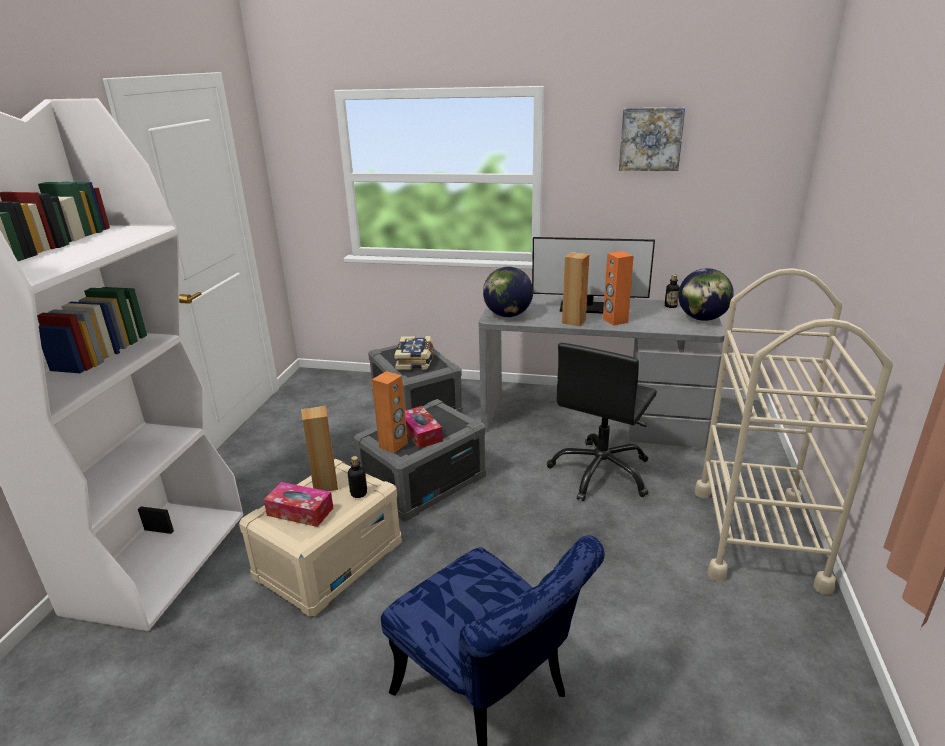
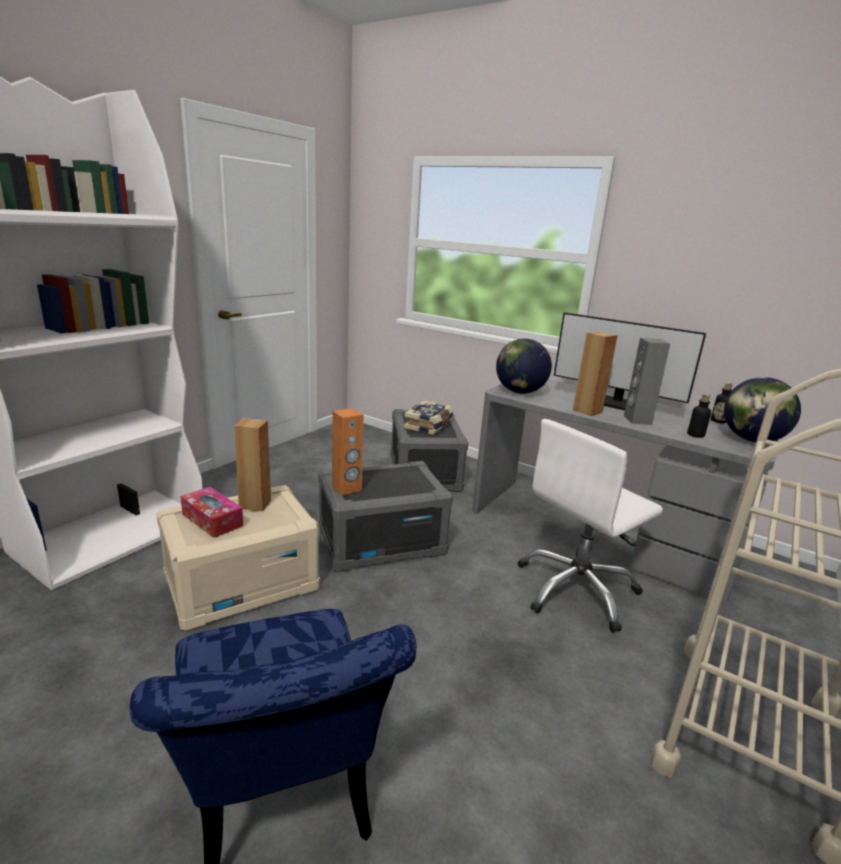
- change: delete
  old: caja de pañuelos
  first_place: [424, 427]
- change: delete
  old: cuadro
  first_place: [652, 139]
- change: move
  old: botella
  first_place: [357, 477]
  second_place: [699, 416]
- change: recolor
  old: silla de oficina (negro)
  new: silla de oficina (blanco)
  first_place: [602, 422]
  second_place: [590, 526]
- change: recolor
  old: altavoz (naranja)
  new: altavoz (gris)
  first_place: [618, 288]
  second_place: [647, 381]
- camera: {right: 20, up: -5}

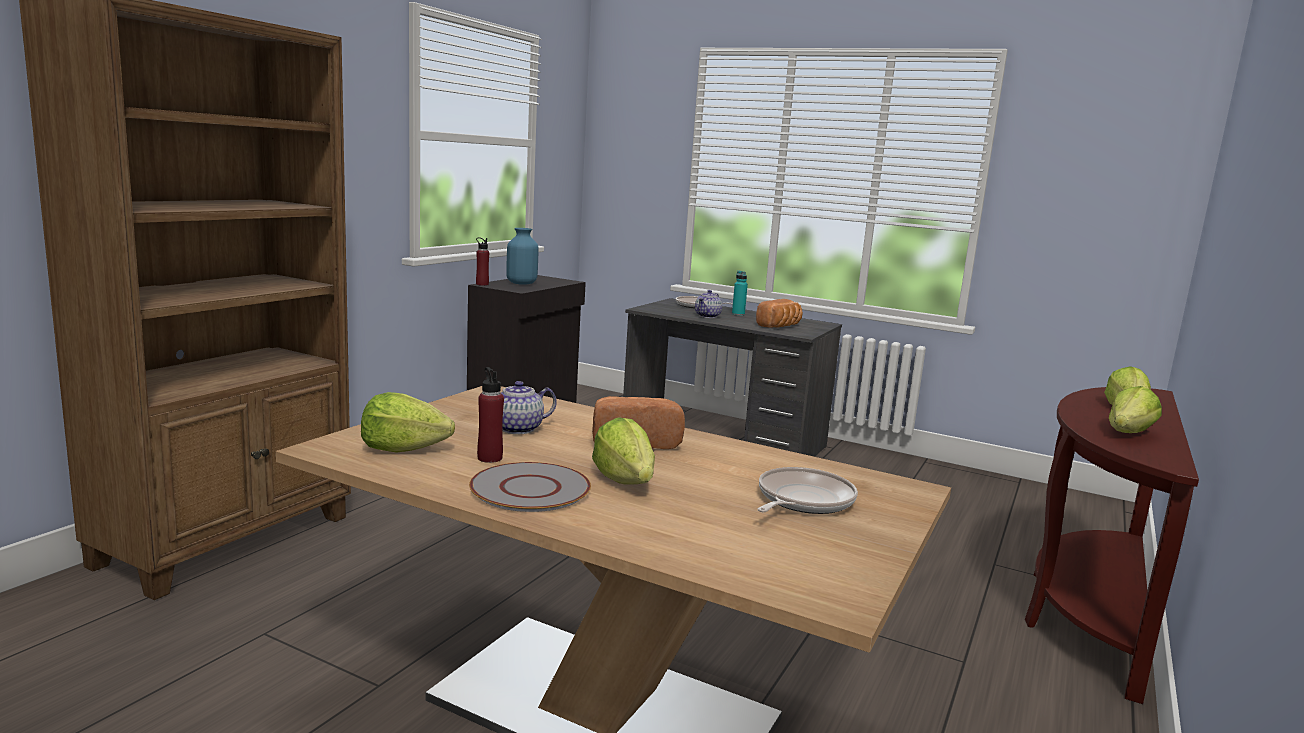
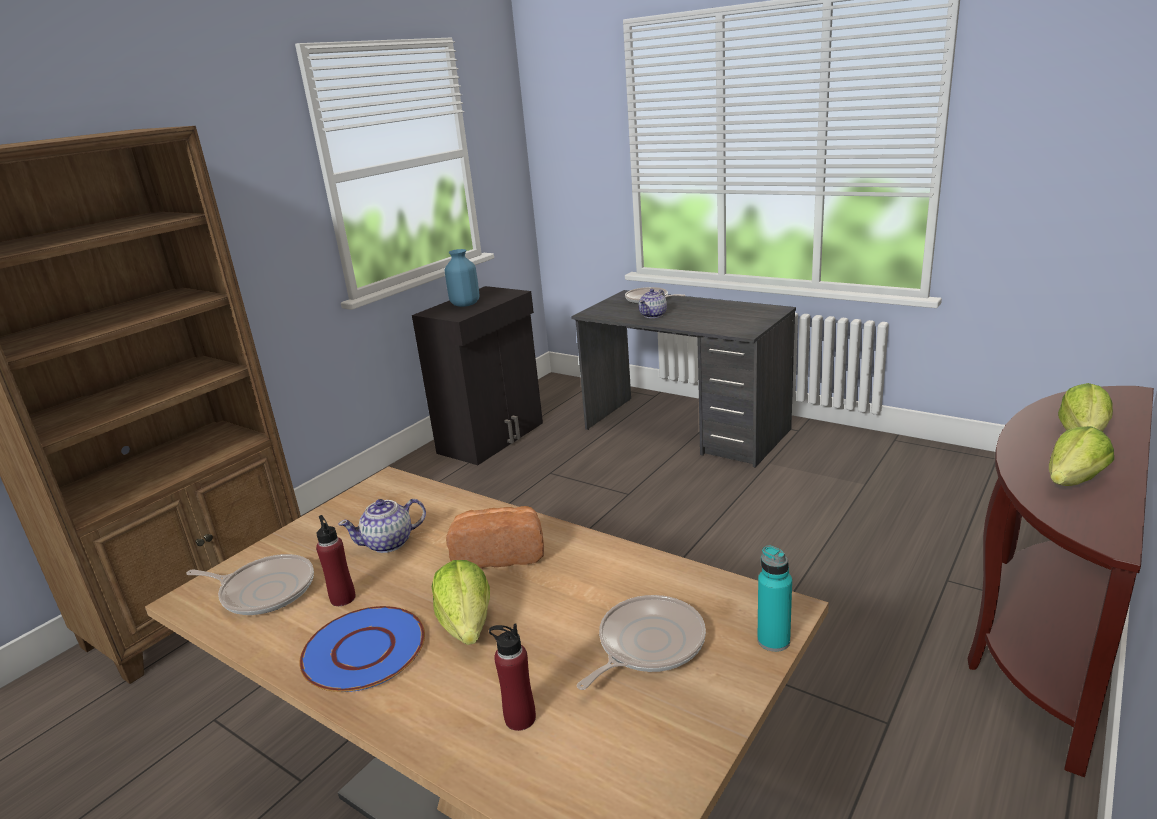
- change: delete
  old: pan
  first_place: [779, 313]
- change: move
  old: botella (rojo)
  first_place: [482, 261]
  second_place: [512, 677]
- change: move
  old: botella (turquesa)
  first_place: [740, 293]
  second_place: [774, 598]
- change: replace
  old: lechuga
  new: sartén
  first_place: [408, 422]
  second_place: [250, 584]
- change: recolor
  old: plato (gris)
  new: plato (azul)
  first_place: [530, 487]
  second_place: [362, 649]
- camera: {right: 10, up: 10}

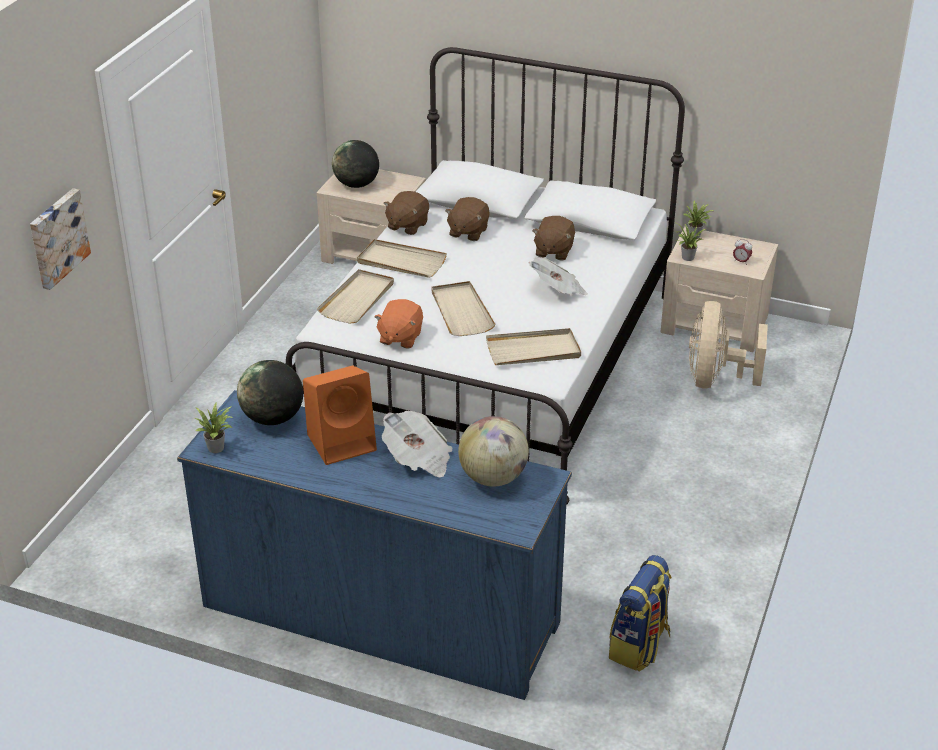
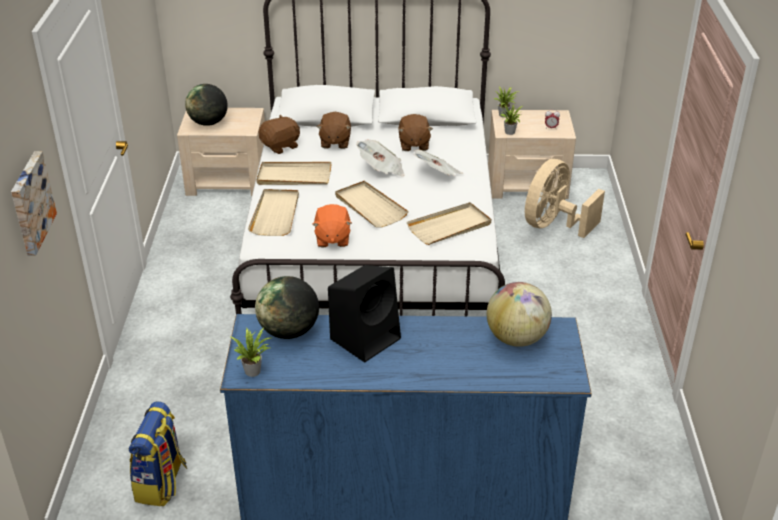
- change: move
  old: periódico
  first_place: [417, 444]
  second_place: [380, 158]
- change: move
  old: mochila
  first_place: [640, 613]
  second_place: [158, 454]
- change: recolor
  old: altavoz (naranja)
  new: altavoz (negro)
  first_place: [340, 415]
  second_place: [364, 314]
- change: rotate
  old: peluche (marrón)
  first_place: [406, 213]
  second_place: [279, 134]
  degrees: -135
- change: rotate
  old: ventilador (beis)
  first_place: [728, 344]
  second_place: [565, 198]
  degrees: 45
- camera: {right: -20, up: 0}

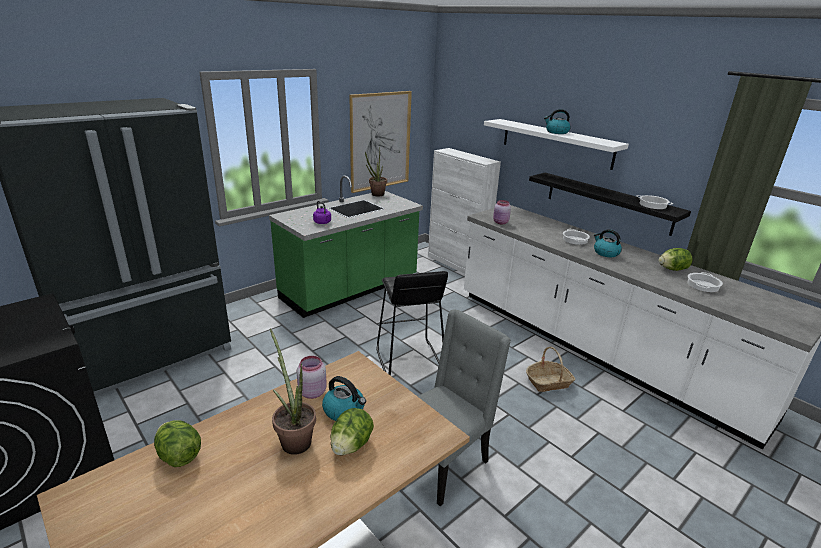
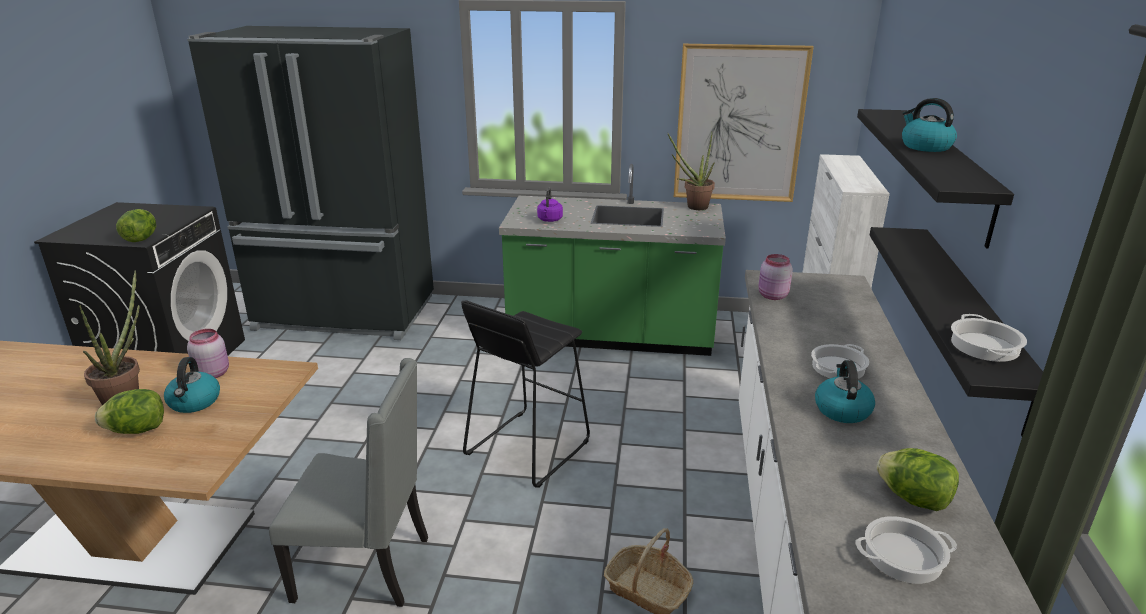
- change: move
  old: lechuga
  first_place: [177, 444]
  second_place: [136, 225]
- change: recolor
  old: estante (blanco)
  new: estante (negro)
  first_place: [556, 144]
  second_place: [935, 179]
- camera: {right: 50, up: 0}

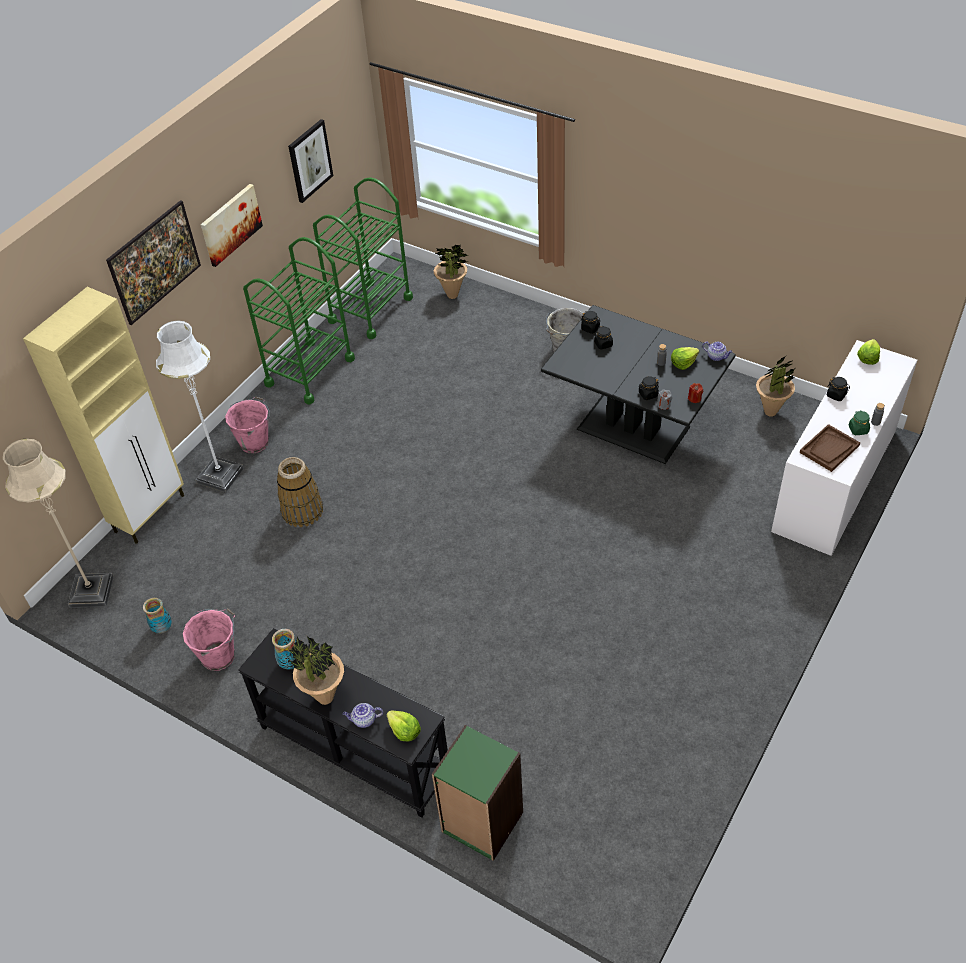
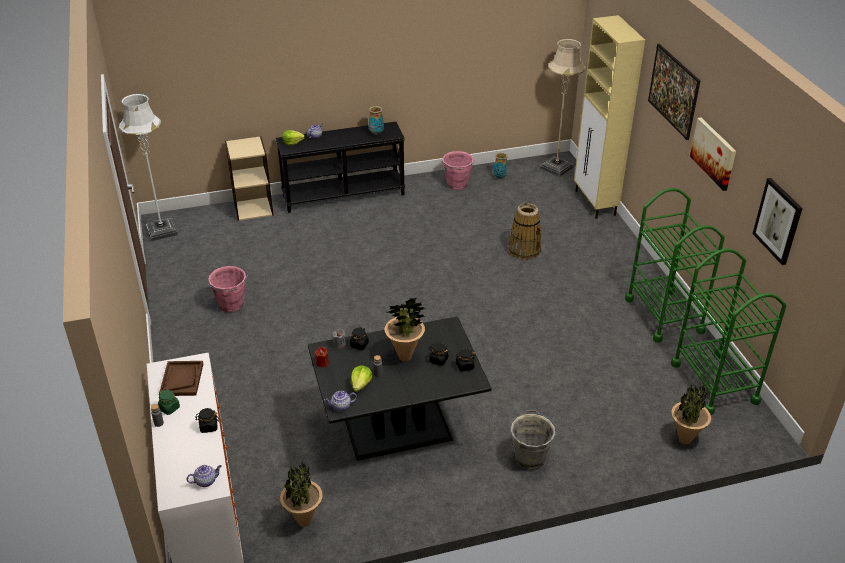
- change: move
  old: lámpara de pie (blanco)
  first_place: [200, 406]
  second_place: [148, 167]
- change: move
  old: cubo (rosa)
  first_place: [247, 425]
  second_place: [228, 289]
- change: move
  old: planta en maceta
  first_place: [316, 670]
  second_place: [405, 329]
- change: replace
  old: lechuga
  new: tetera
  first_place: [868, 352]
  second_place: [204, 476]
- change: recolor
  old: estantería (verde)
  new: estantería (beis)
  first_place: [477, 793]
  second_place: [249, 178]
- camera: {right: 130, up: -10}

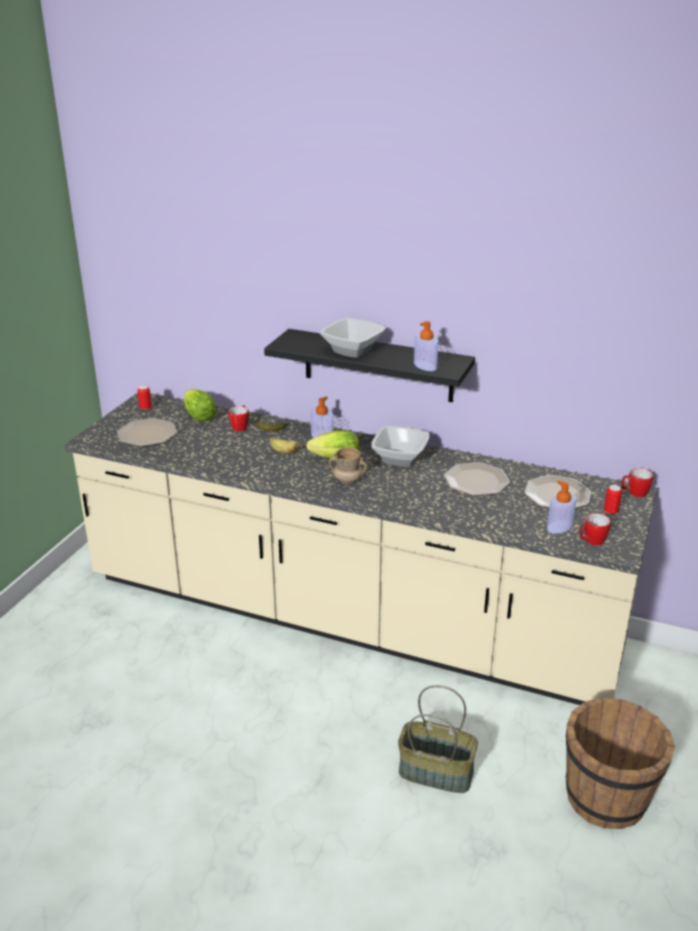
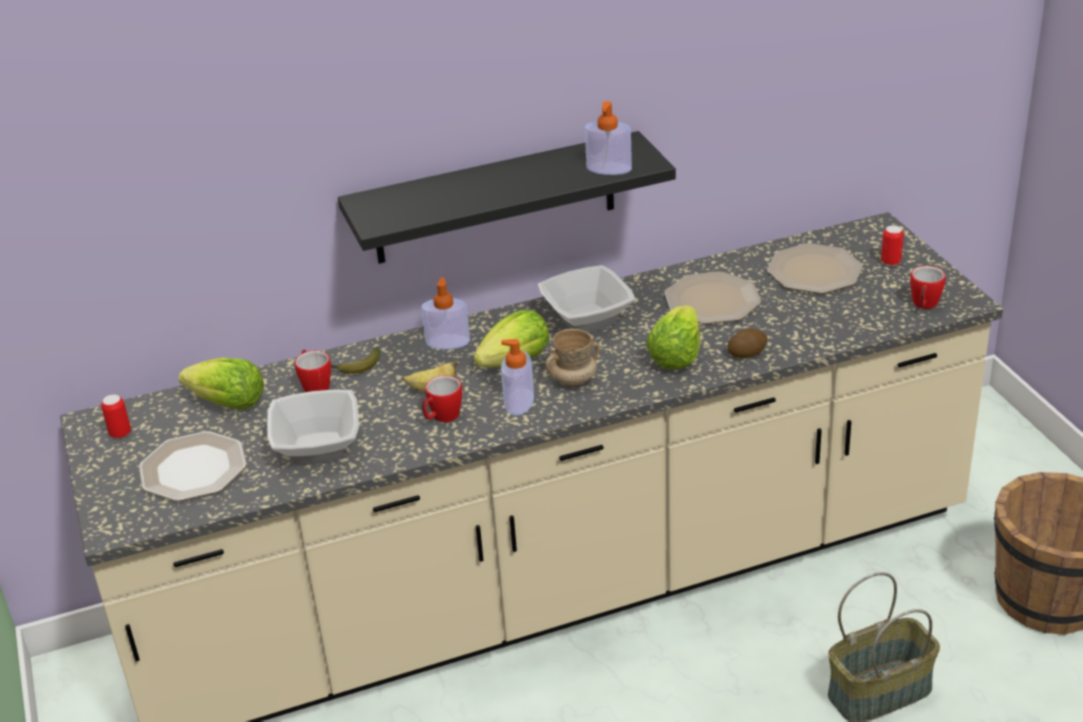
- change: insert
  new: lechuga
  second_place: [673, 337]
- change: insert
  new: patata
  second_place: [747, 343]
- change: move
  old: cuenco
  first_place: [352, 338]
  second_place: [313, 427]
- change: move
  old: dispensador de jabón
  first_place: [561, 507]
  second_place: [517, 377]
- change: move
  old: taza grande
  first_place: [637, 482]
  second_place: [442, 399]
- camera: {right: -40, up: 5}

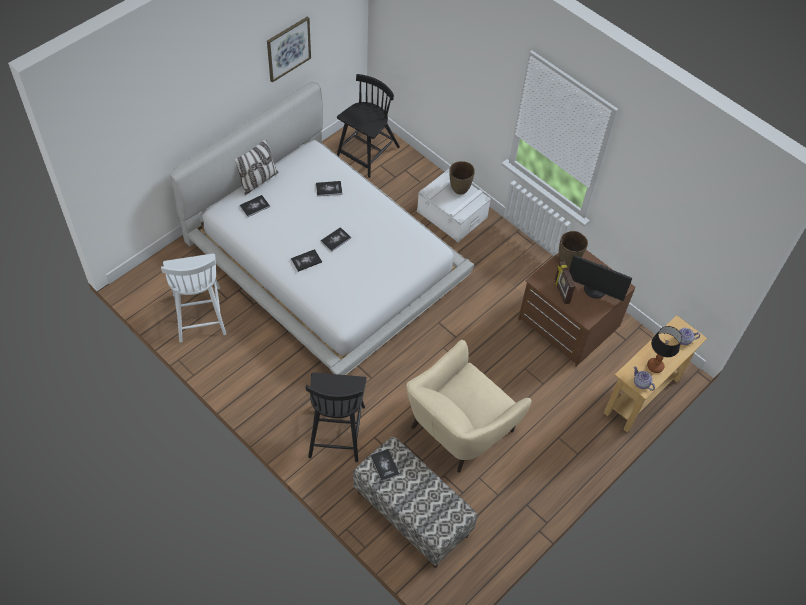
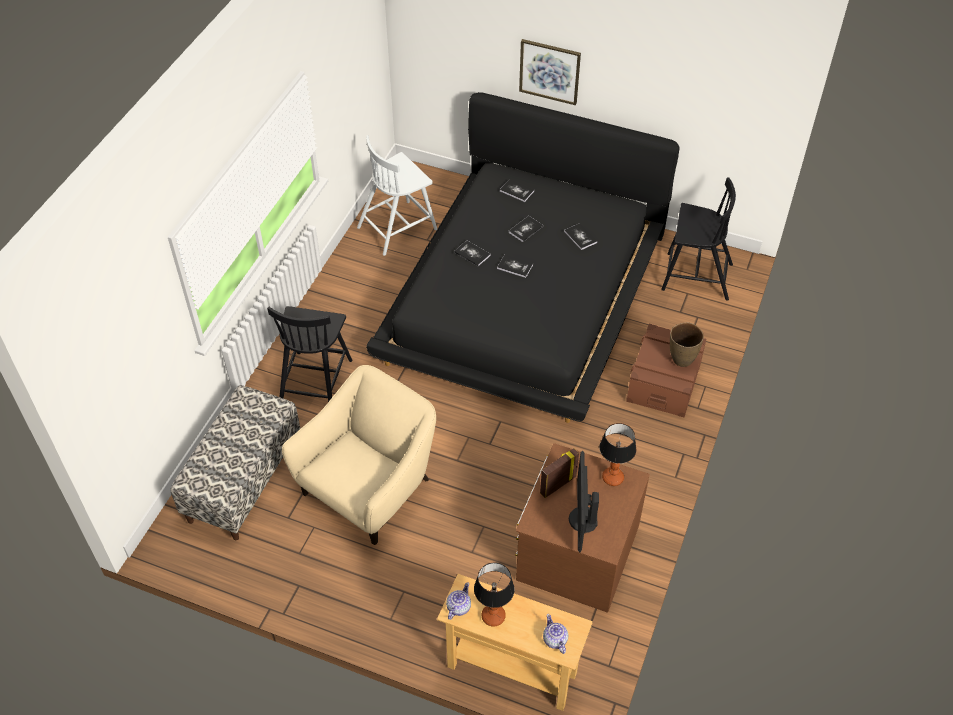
- change: delete
  old: cojín
  first_place: [257, 167]
- change: move
  old: cuadro
  first_place: [289, 49]
  second_place: [550, 72]
- change: move
  old: libro
  first_place: [385, 465]
  second_place: [526, 229]
- change: replace
  old: florero (marrón)
  new: lámpara de mesa
  first_place: [573, 249]
  second_place: [617, 454]
- change: recolor
  old: cama (blanco)
  new: cama (negro)
  first_place: [322, 228]
  second_place: [523, 257]
- change: recolor
  old: caja de almacenaje (blanco)
  new: caja de almacenaje (marrón)
  first_place: [454, 205]
  second_place: [666, 371]
- change: rotate
  old: silla (negro)
  first_place: [336, 417]
  second_place: [309, 354]
  degrees: -60
- change: rotate
  old: sillón (beis)
  first_place: [469, 406]
  second_place: [359, 455]
  degrees: 105
- camera: {right: 70, up: -5}

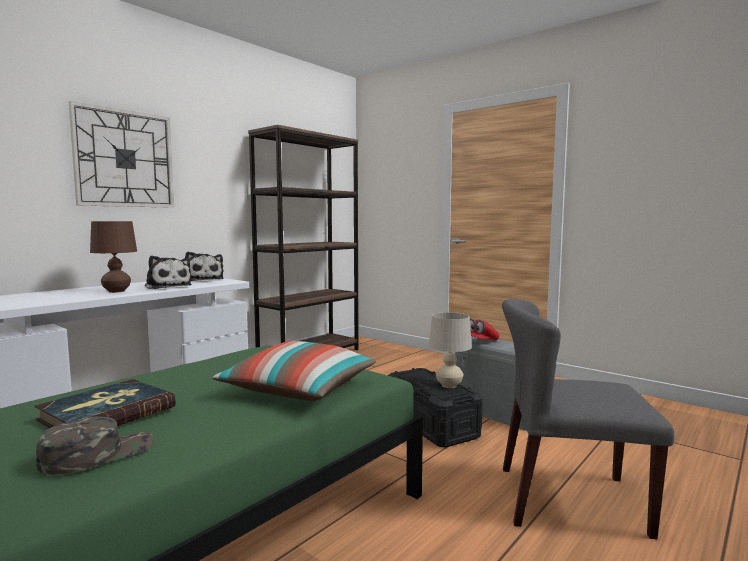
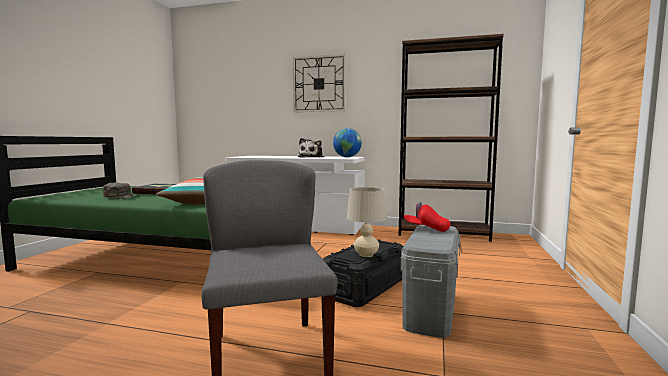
- change: delete
  old: lámpara de mesa (marrón)
  first_place: [113, 257]
- change: replace
  old: peluche
  new: globo terráqueo
  first_place: [204, 266]
  second_place: [347, 142]
- camera: {right: 65, up: 0}

